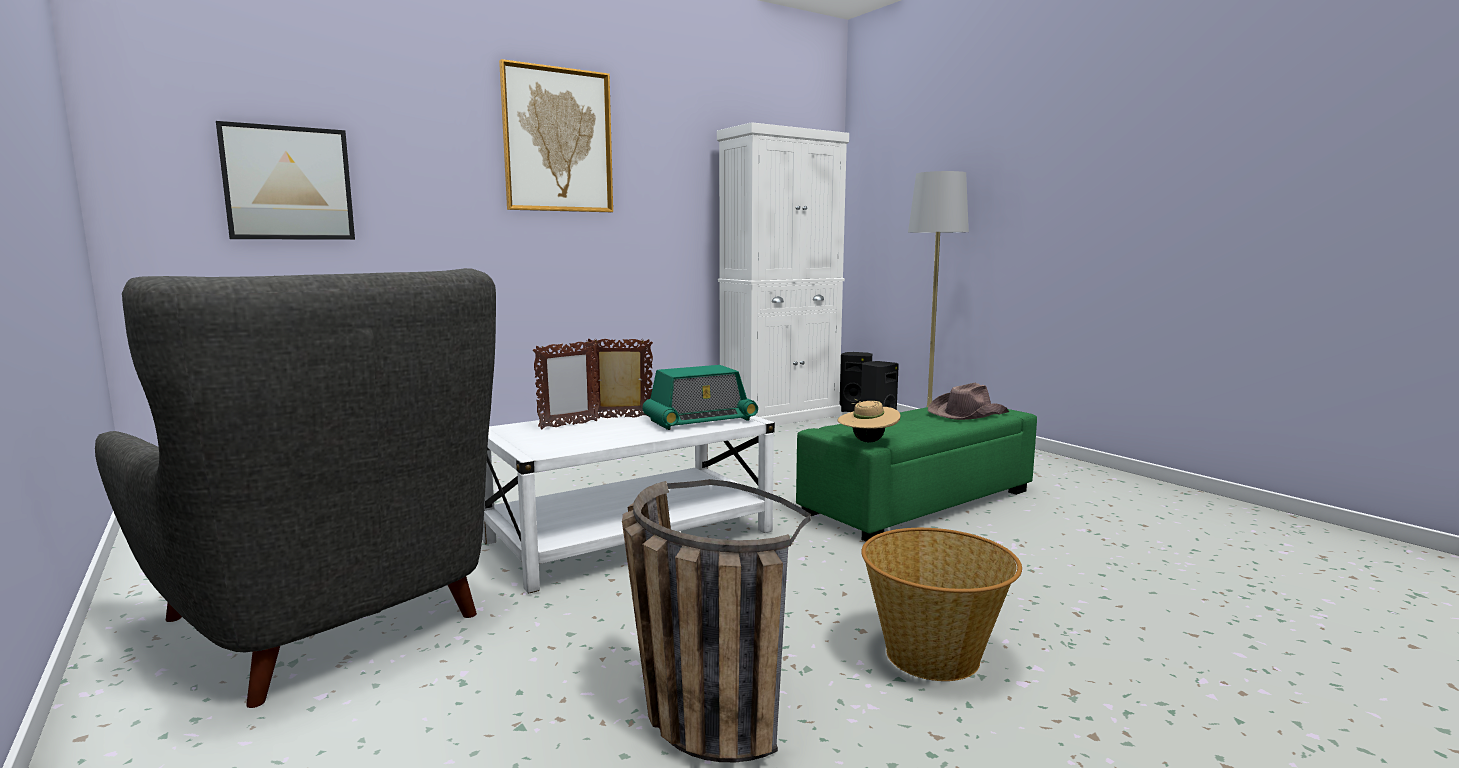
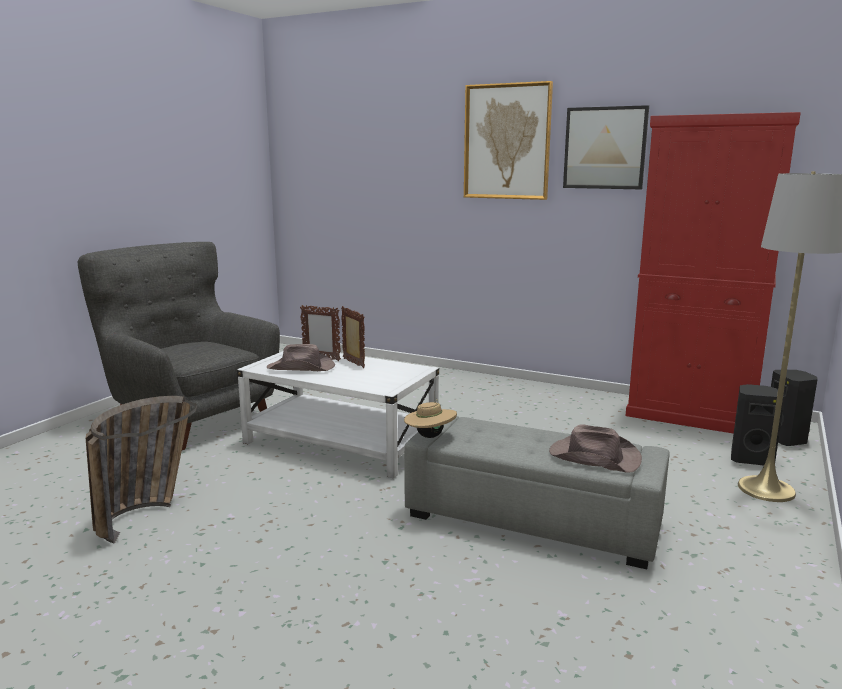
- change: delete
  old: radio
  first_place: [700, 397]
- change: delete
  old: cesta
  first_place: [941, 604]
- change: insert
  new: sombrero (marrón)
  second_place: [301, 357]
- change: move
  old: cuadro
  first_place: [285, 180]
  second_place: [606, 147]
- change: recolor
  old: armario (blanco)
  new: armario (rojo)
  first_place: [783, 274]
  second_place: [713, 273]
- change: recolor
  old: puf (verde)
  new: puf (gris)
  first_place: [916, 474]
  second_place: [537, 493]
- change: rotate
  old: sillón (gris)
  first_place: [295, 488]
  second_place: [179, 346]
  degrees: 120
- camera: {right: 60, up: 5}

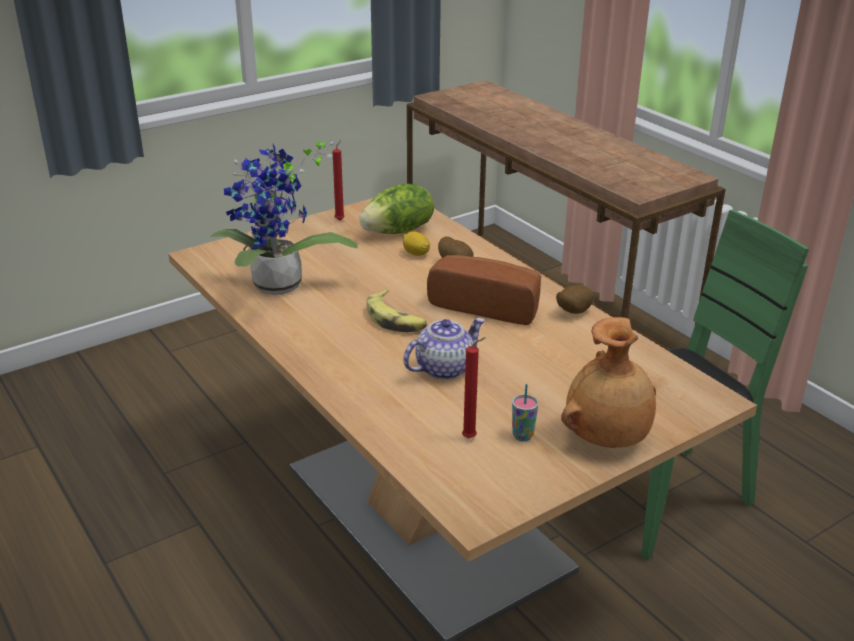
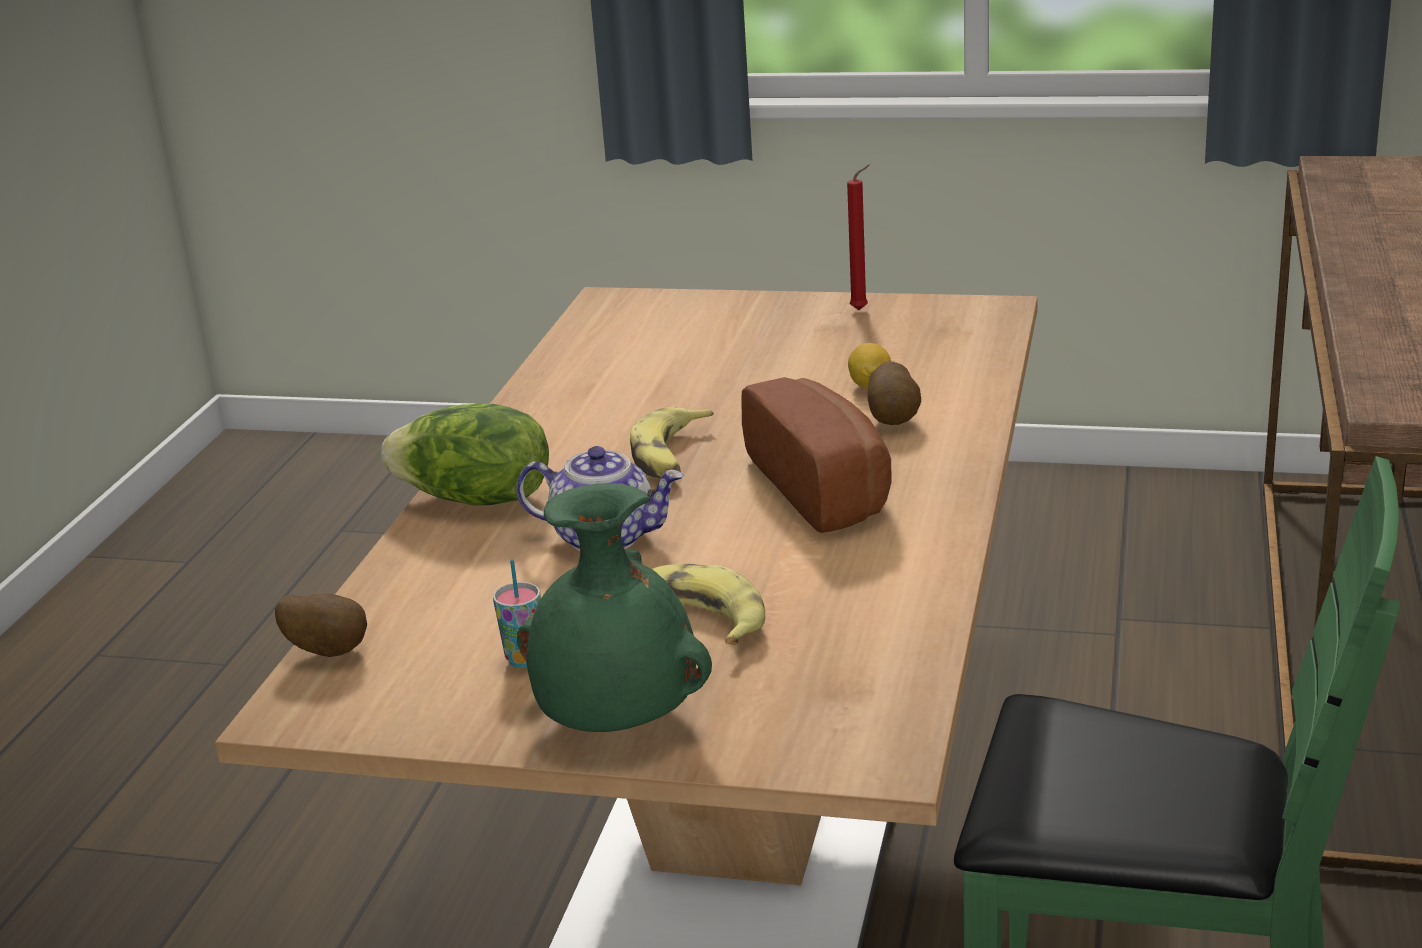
- change: delete
  old: planta en maceta
  first_place: [284, 218]
- change: delete
  old: vela (rojo)
  first_place: [474, 387]
- change: insert
  new: plátano
  second_place: [708, 604]
- change: move
  old: lechuga
  first_place: [396, 209]
  second_place: [465, 455]
- change: move
  old: patata
  first_place: [575, 299]
  second_place: [321, 625]
- change: recolor
  old: florero (marrón)
  new: florero (verde)
  first_place: [608, 382]
  second_place: [614, 607]
- camera: {right: 50, up: -5}

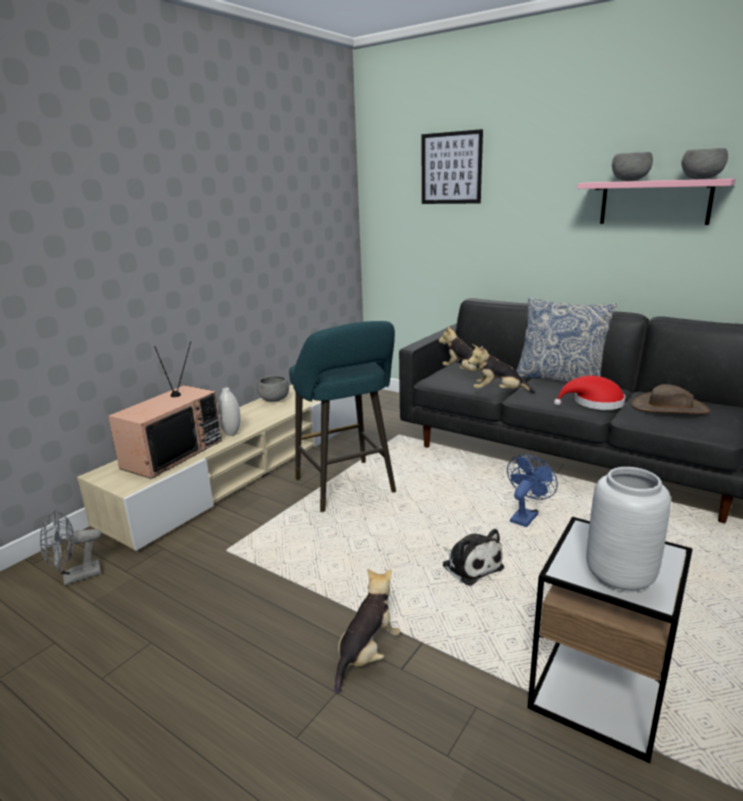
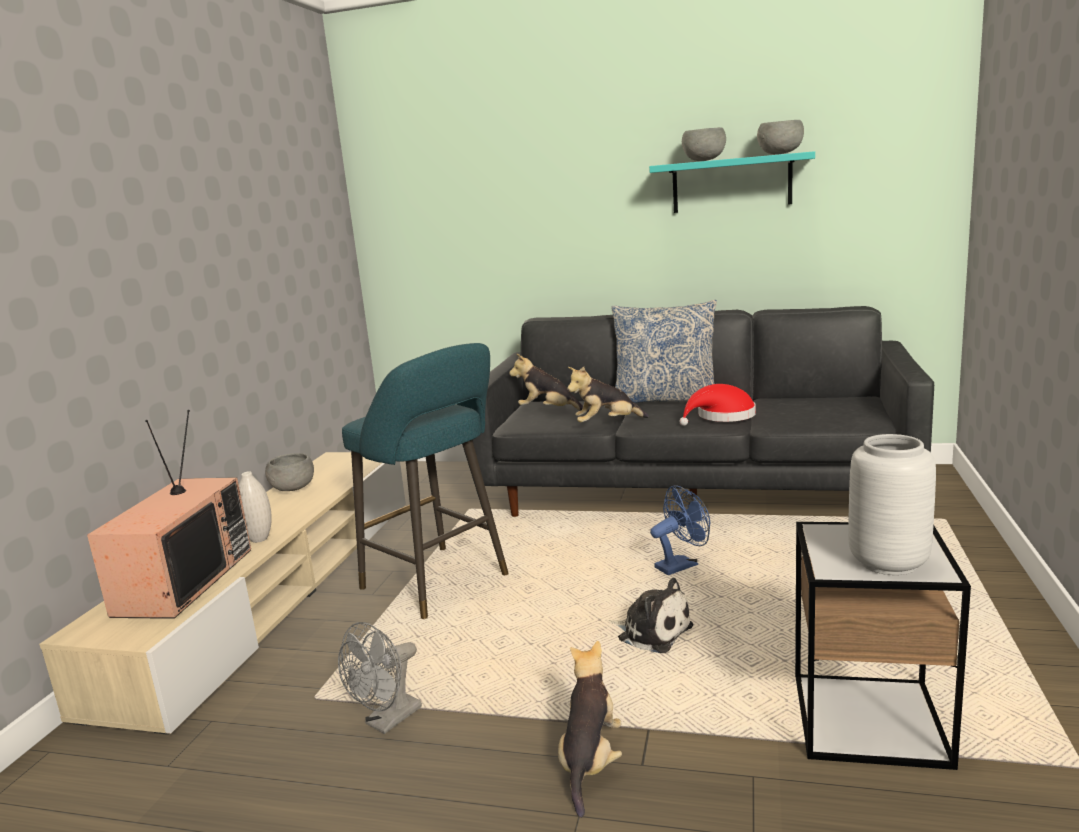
- change: delete
  old: cuadro
  first_place: [452, 166]
- change: delete
  old: sombrero (marrón)
  first_place: [671, 399]
- change: move
  old: ventilador (gris)
  first_place: [71, 548]
  second_place: [380, 678]
- change: recolor
  old: estante (rosa)
  new: estante (turquesa)
  first_place: [656, 201]
  second_place: [732, 182]
- change: rotate
  old: ventilador (azul)
  first_place: [532, 491]
  second_place: [680, 530]
  degrees: 45
- camera: {right: -20, up: -5}

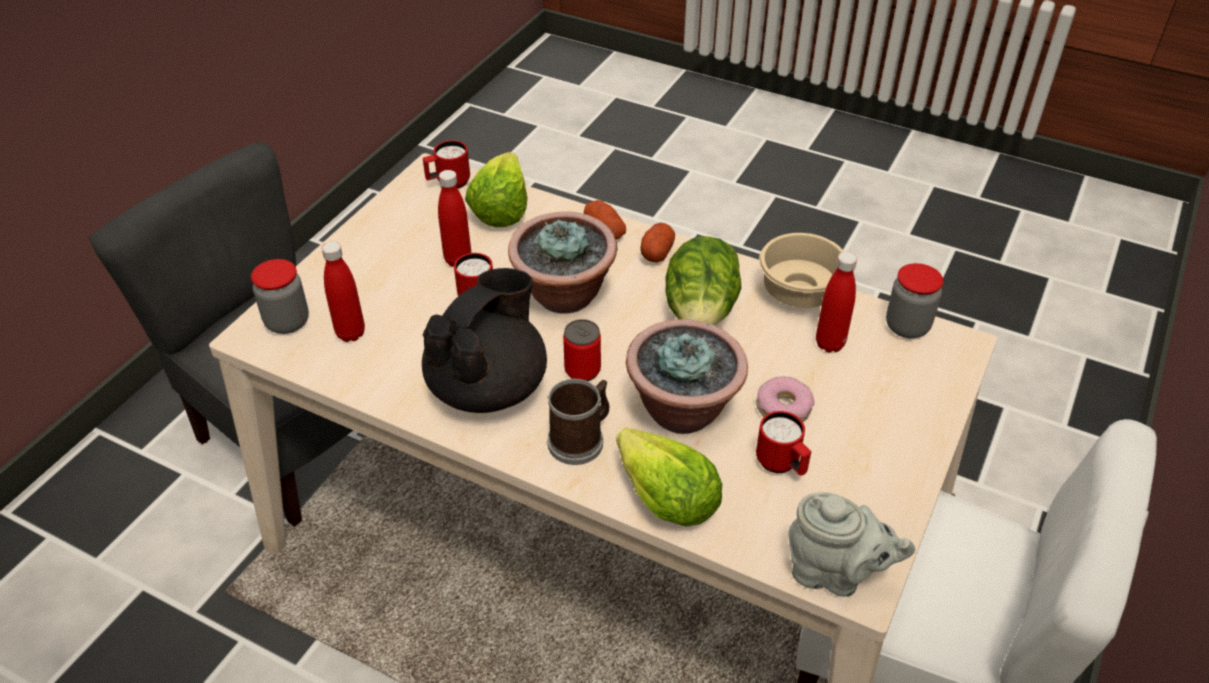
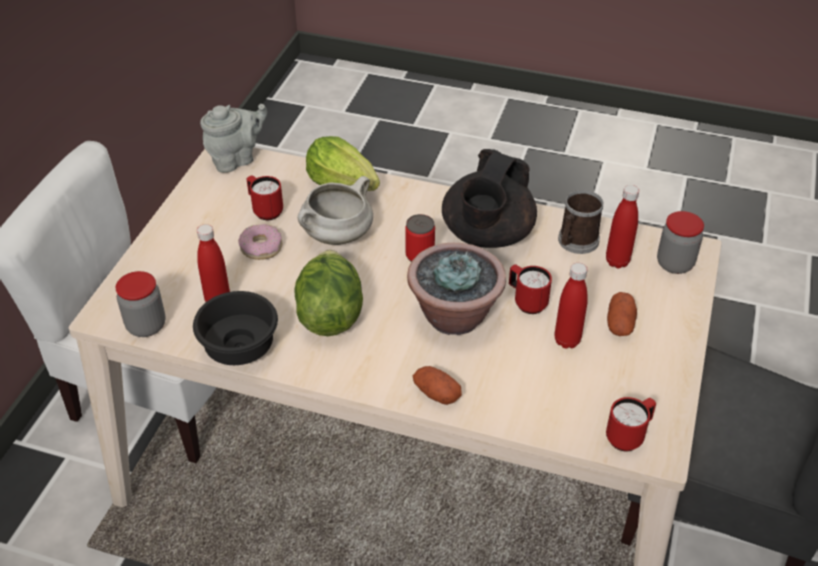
- change: delete
  old: lechuga
  first_place: [496, 189]
- change: move
  old: taza grande
  first_place: [578, 422]
  second_place: [581, 222]
- change: move
  old: patata
  first_place: [658, 243]
  second_place: [622, 314]
- change: replace
  old: planta en maceta
  new: olla (blanco)
  first_place: [687, 376]
  second_place: [335, 210]
- change: recolor
  old: cuenco (beis)
  new: cuenco (negro)
  first_place: [801, 270]
  second_place: [235, 328]
- change: rotate
  old: tetera (gris)
  first_place: [851, 544]
  second_place: [233, 138]
  degrees: 135
- camera: {right: 170, up: 0}

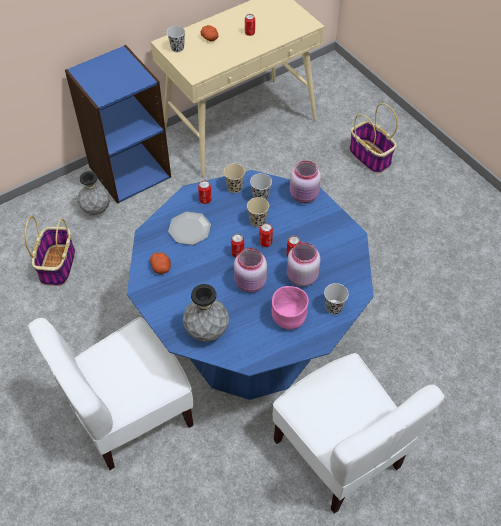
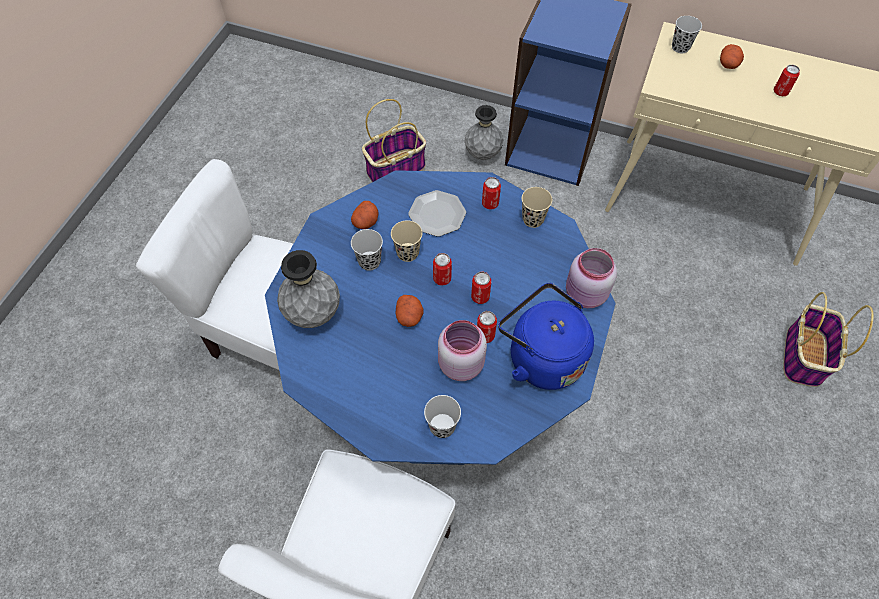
- change: delete
  old: cuenco (rosa)
  first_place: [290, 307]
- change: insert
  new: hervidor (azul)
  second_place: [546, 336]
- change: move
  old: taza (beis)
  first_place: [258, 212]
  second_place: [406, 241]
- change: move
  old: taza (negro)
  first_place: [261, 186]
  second_place: [367, 250]
- change: replace
  old: tarro (rosa)
  new: patata
  first_place: [250, 270]
  second_place: [409, 311]
- camera: {right: 55, up: 5}

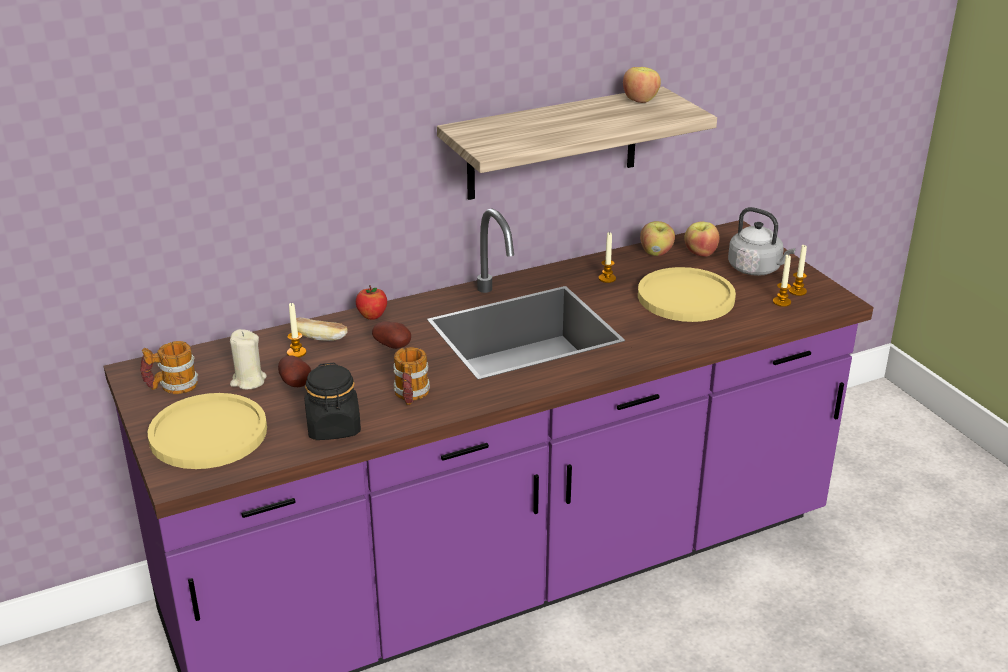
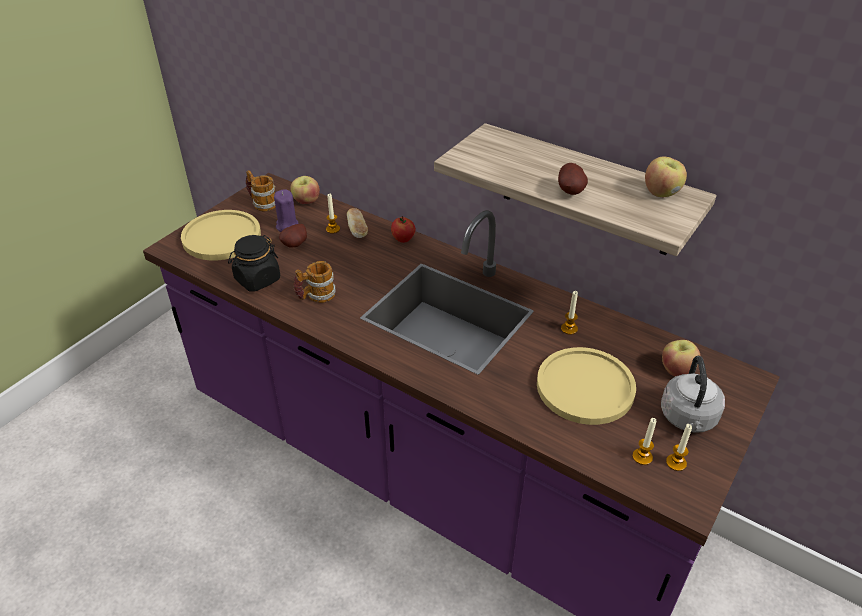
- change: move
  old: patata
  first_place: [391, 335]
  second_place: [573, 179]
- change: move
  old: manzana
  first_place: [657, 238]
  second_place: [305, 190]
- change: recolor
  old: vela (beis)
  new: vela (morado)
  first_place: [248, 359]
  second_place: [286, 210]
- camera: {right: 60, up: 10}

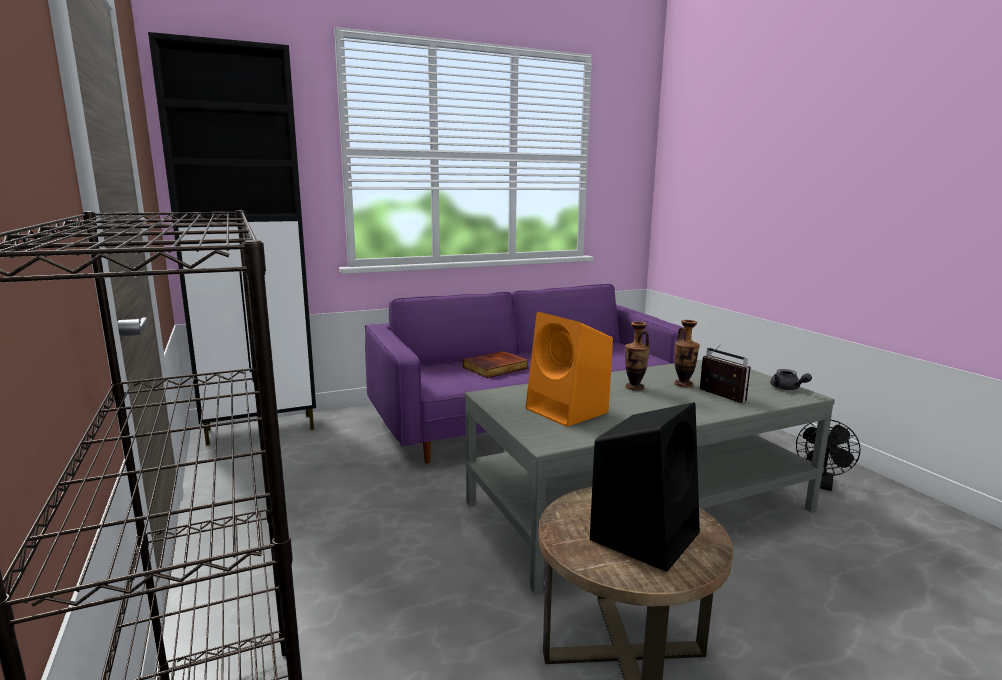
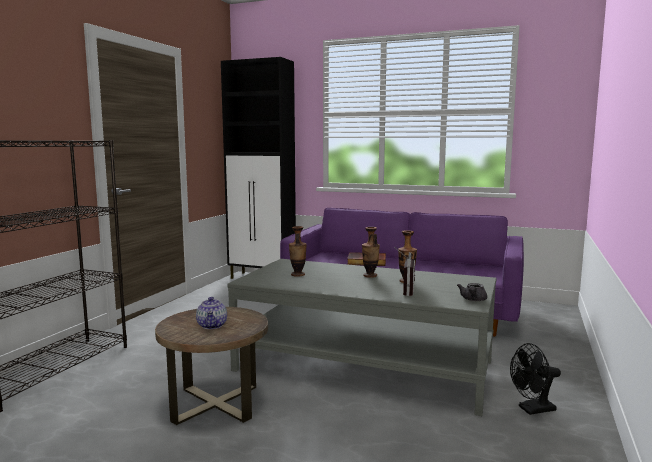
- change: replace
  old: altavoz (naranja)
  new: florero
  first_place: [569, 369]
  second_place: [298, 251]
- change: replace
  old: altavoz (negro)
  new: tetera
  first_place: [645, 487]
  second_place: [211, 313]
- camera: {right: 45, up: -5}

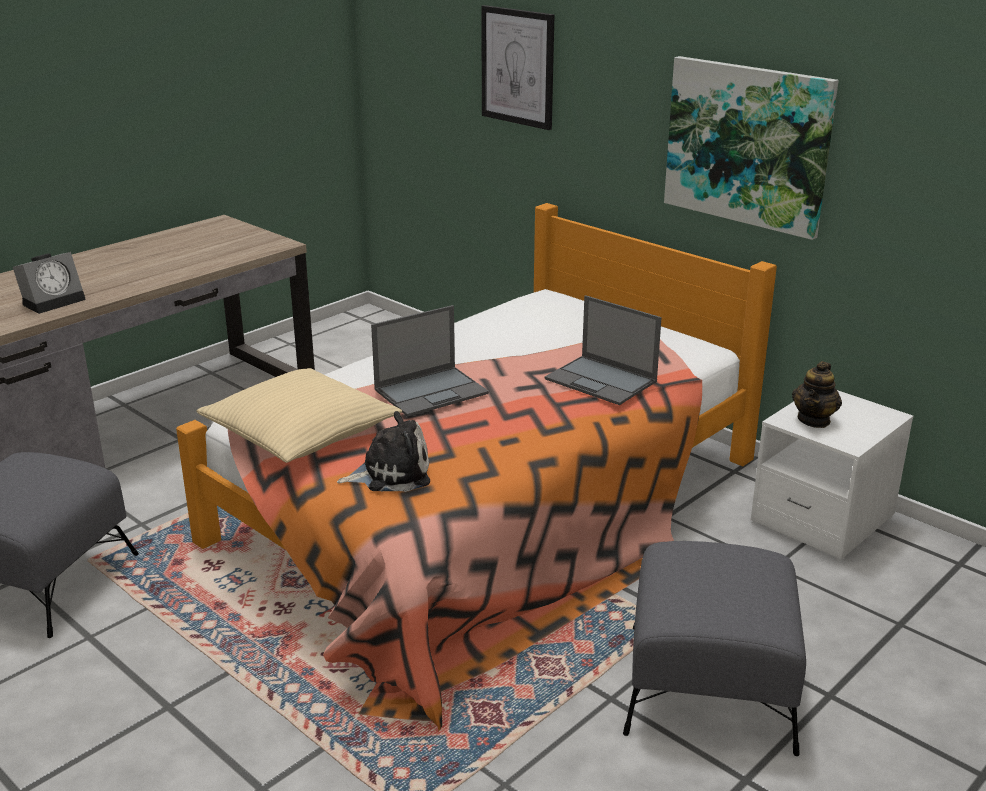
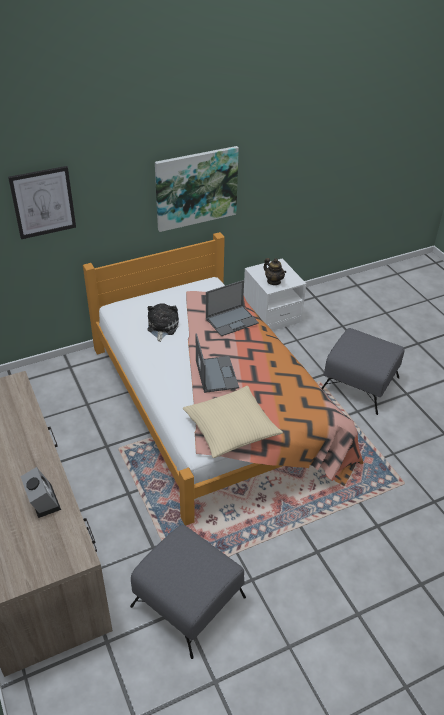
- change: move
  old: peluche
  first_place: [383, 451]
  second_place: [163, 322]
- camera: {right: -70, up: 15}

